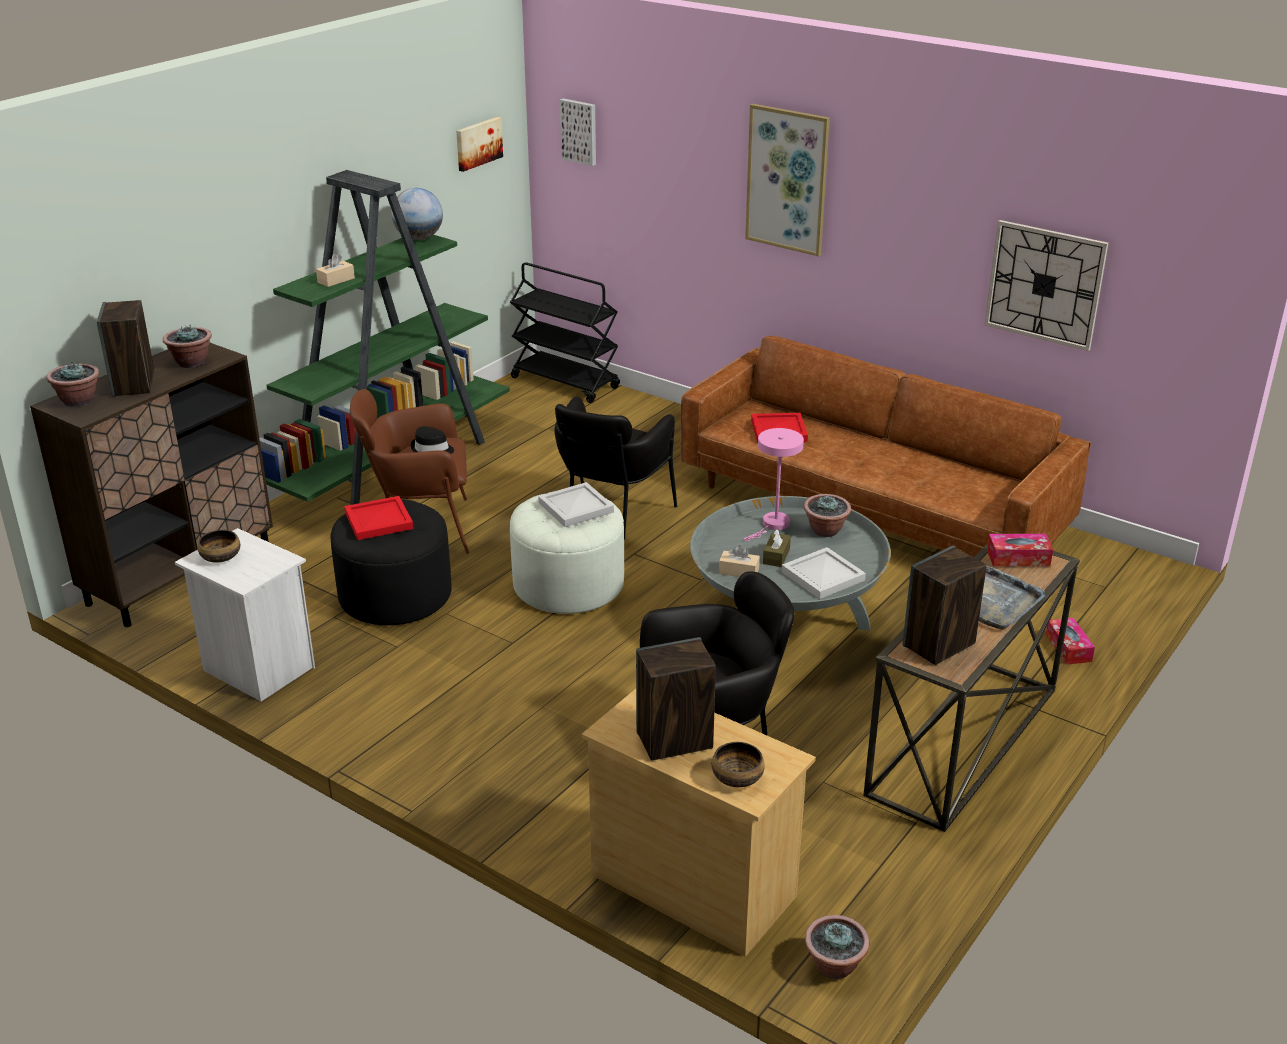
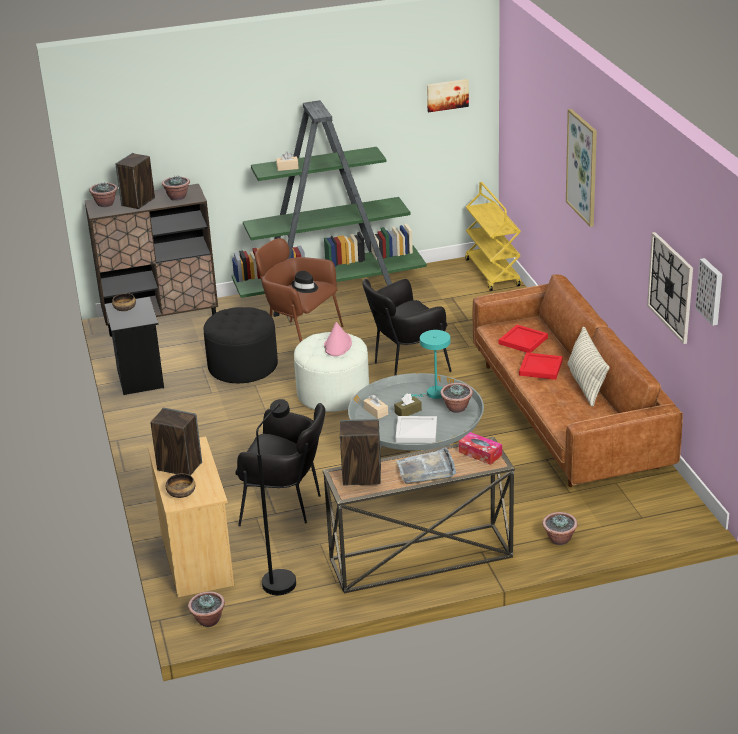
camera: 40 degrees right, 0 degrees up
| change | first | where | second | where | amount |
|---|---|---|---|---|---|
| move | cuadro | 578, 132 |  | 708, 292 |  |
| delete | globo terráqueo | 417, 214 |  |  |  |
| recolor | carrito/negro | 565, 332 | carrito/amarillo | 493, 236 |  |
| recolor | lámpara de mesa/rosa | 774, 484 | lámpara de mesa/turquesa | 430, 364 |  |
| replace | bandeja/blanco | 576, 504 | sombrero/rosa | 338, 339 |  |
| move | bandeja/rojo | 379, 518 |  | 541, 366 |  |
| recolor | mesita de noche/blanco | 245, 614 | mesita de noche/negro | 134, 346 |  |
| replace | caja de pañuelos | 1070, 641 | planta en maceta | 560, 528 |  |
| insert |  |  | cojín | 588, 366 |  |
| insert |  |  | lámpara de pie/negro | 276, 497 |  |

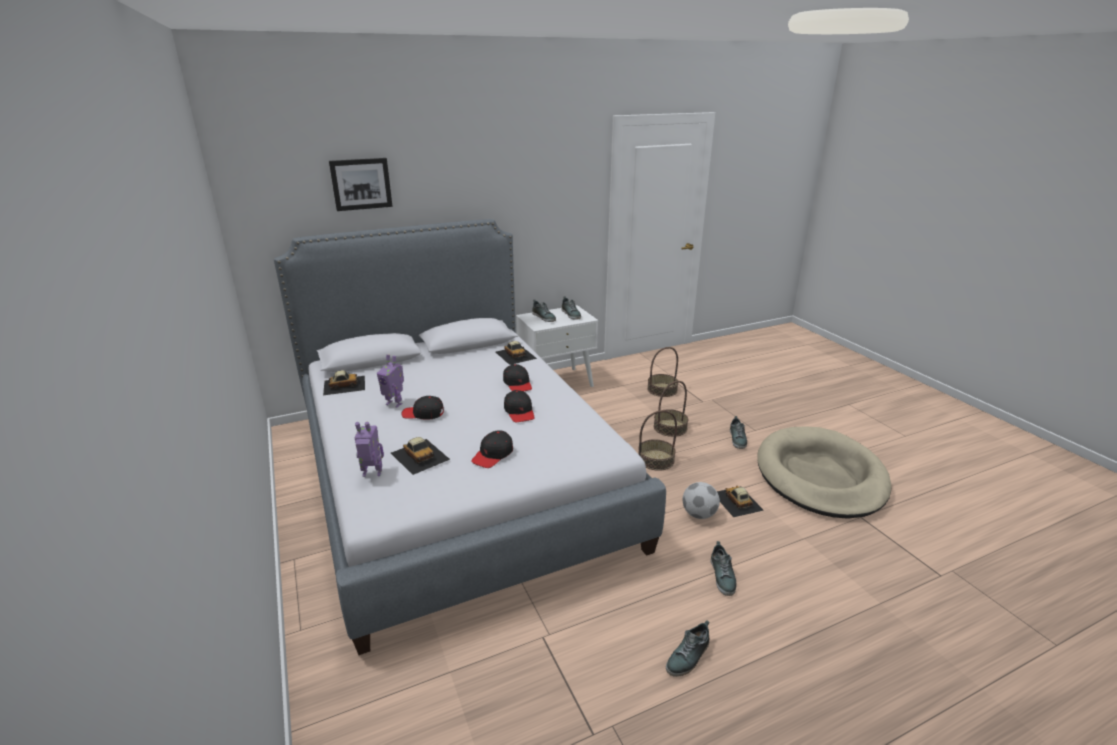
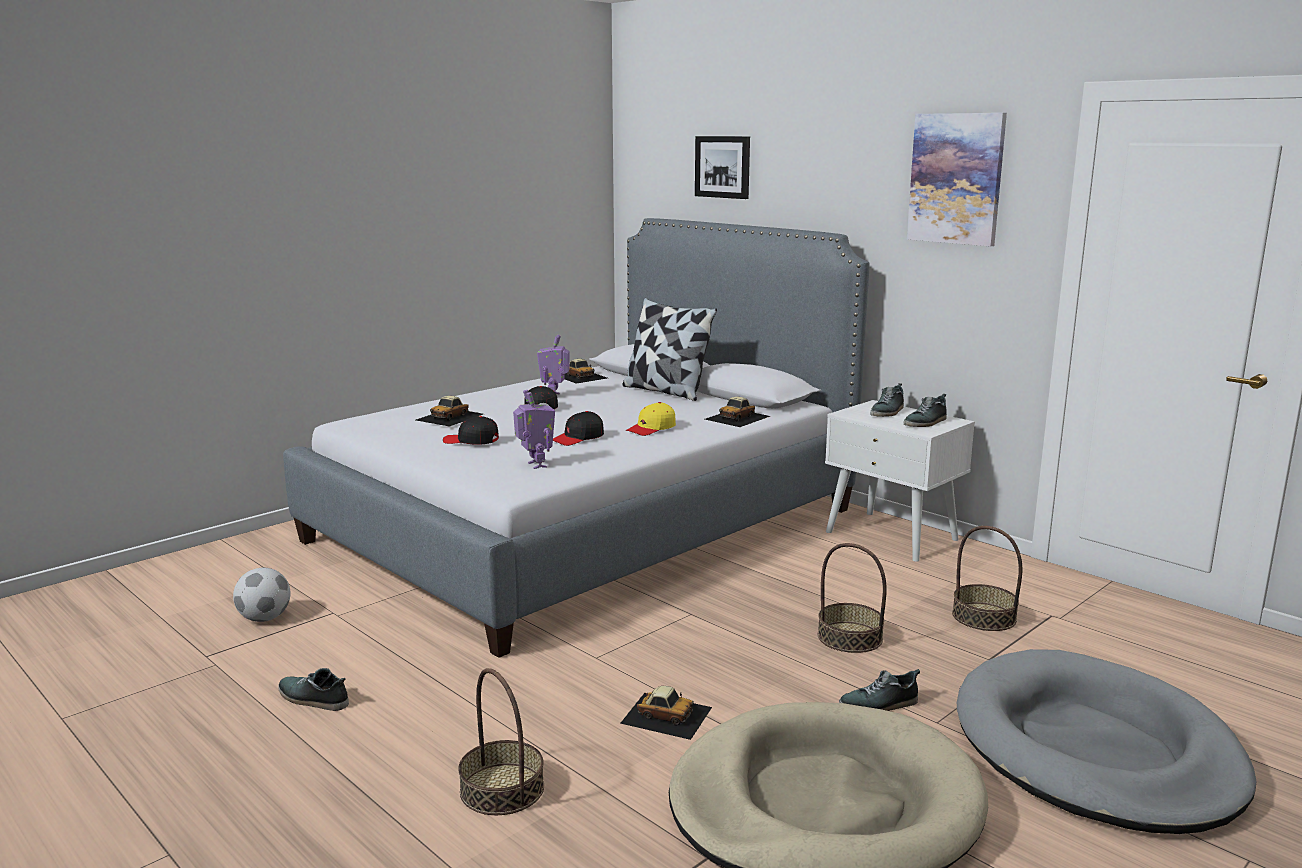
camera: 70 degrees right, 10 degrees down
| change | first | where | second | where | amount |
|---|---|---|---|---|---|
| recolor | gorra/negro | 517, 378 | gorra/amarillo | 651, 419 |  |
| move | cesta | 657, 440 |  | 501, 741 |  |
| move | robot de juguete | 369, 449 |  | 534, 429 |  |
| move | balón de fútbol | 701, 500 |  | 261, 595 |  |
| rotate | coche de juguete | 740, 501 |  | 666, 713 | 60 degrees clockwise |
| delete | zapato | 723, 568 |  |  |  |
| insert |  |  | cuadro | 957, 180 |  |
| insert |  |  | cojín | 669, 349 |  |
| insert |  |  | cama para perro/gris | 1106, 741 |  |

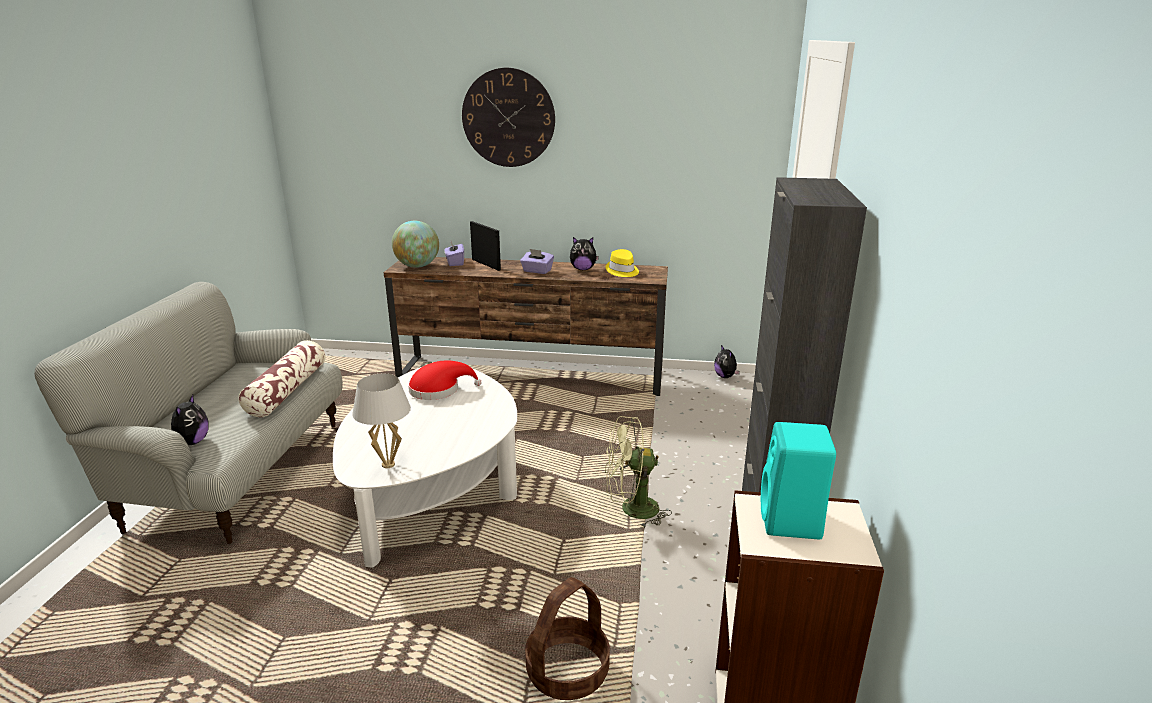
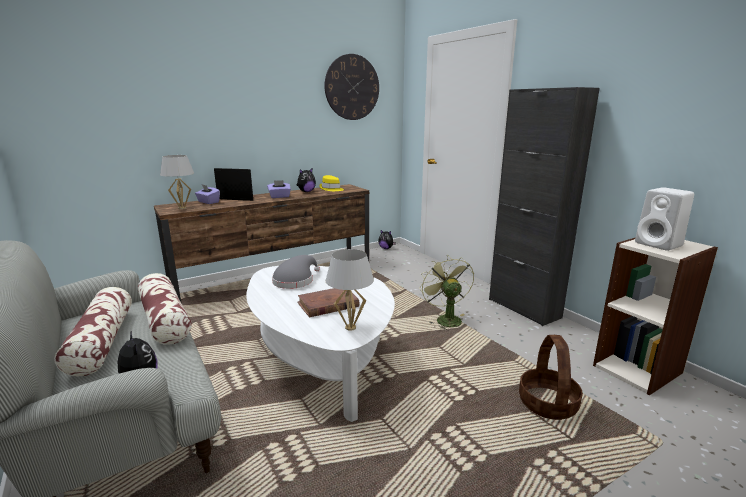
camera: 40 degrees left, 5 degrees down
| change | first | where | second | where | amount |
|---|---|---|---|---|---|
| move | reloj de pared | 508, 117 |  | 351, 87 |  |
| replace | globo terráqueo | 415, 244 | lámpara de mesa/blanco | 177, 182 |  |
| recolor | sombrero/rojo | 445, 380 | sombrero/gris | 296, 272 |  |
| rotate | ventilador/verde | 638, 472 |  | 447, 292 | 120 degrees clockwise |
| recolor | altavoz/turquesa | 798, 480 | altavoz/blanco | 664, 219 |  |
| insert |  |  | cojín | 93, 331 |  |
| insert |  |  | libro/marrón | 328, 303 |  |

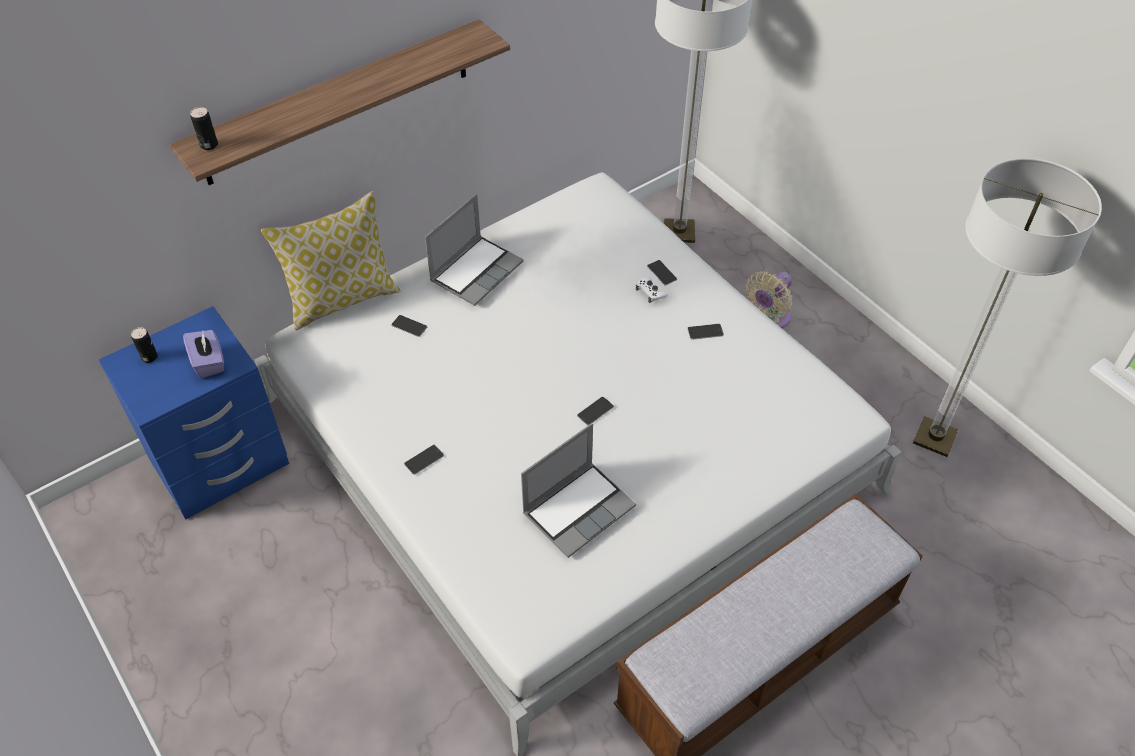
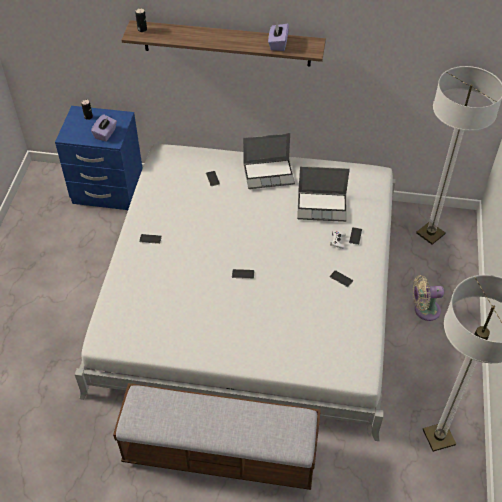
camera: 45 degrees right, 0 degrees up
| change | first | where | second | where | amount |
|---|---|---|---|---|---|
| delete | cojín | 331, 260 |  |  |  |
| move | portátil | 578, 490 |  | 323, 194 |  |
| insert |  |  | caja de pañuelos/morado | 278, 36 |  |

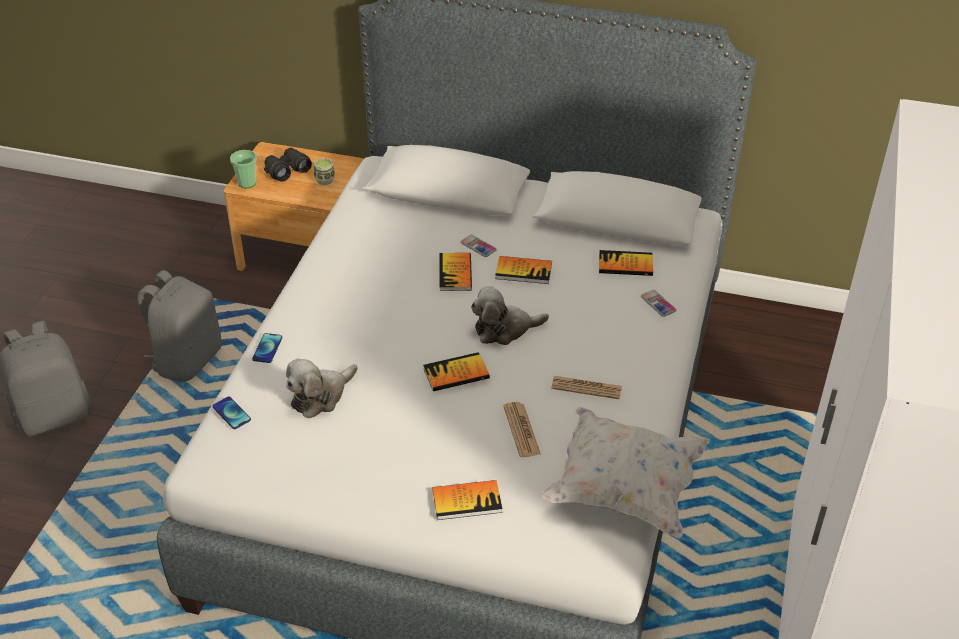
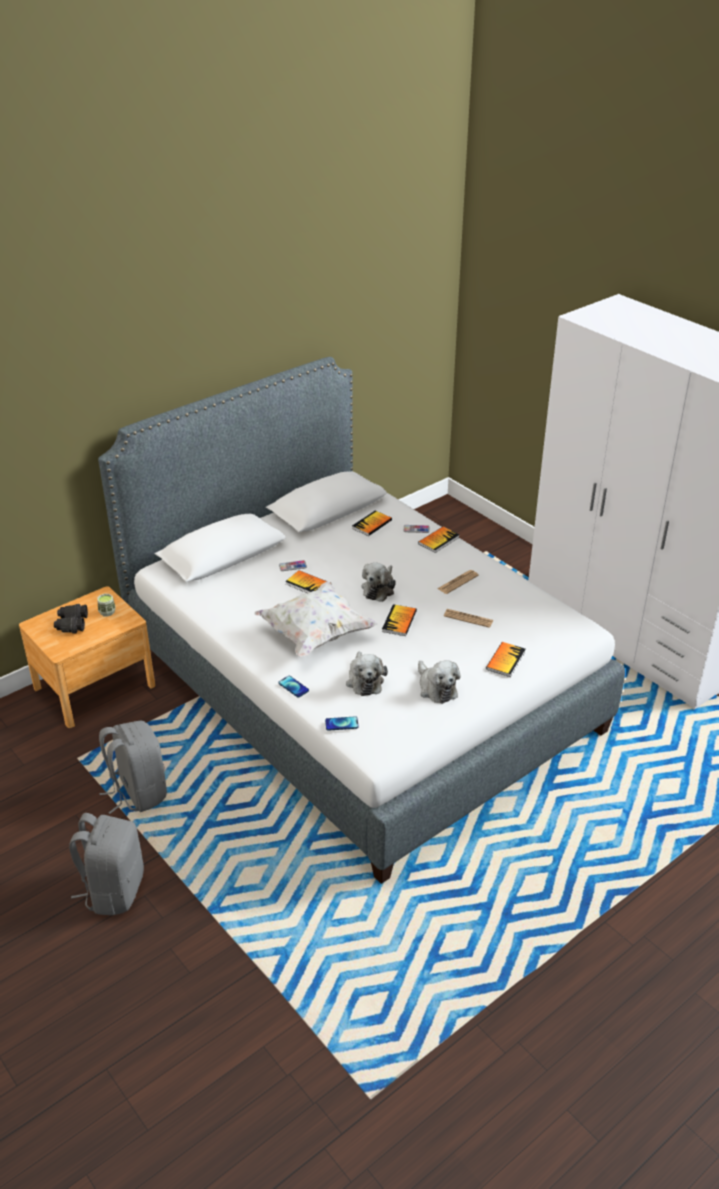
camera: 55 degrees left, 5 degrees down
| change | first | where | second | where | amount |
|---|---|---|---|---|---|
| delete | taza | 243, 169 |  |  |  |
| move | libro | 523, 270 |  | 438, 540 |  |
| move | cojín/blanco | 626, 472 |  | 315, 619 |  |
| insert |  |  | peluche | 439, 682 |  |

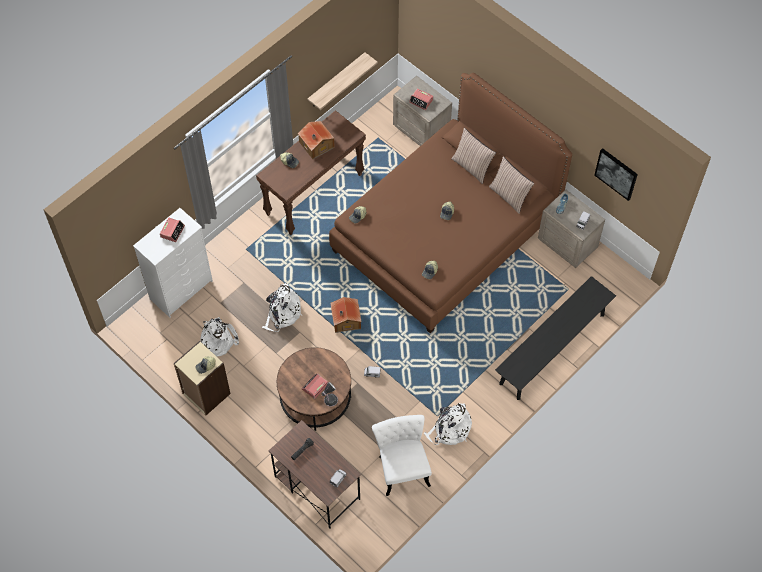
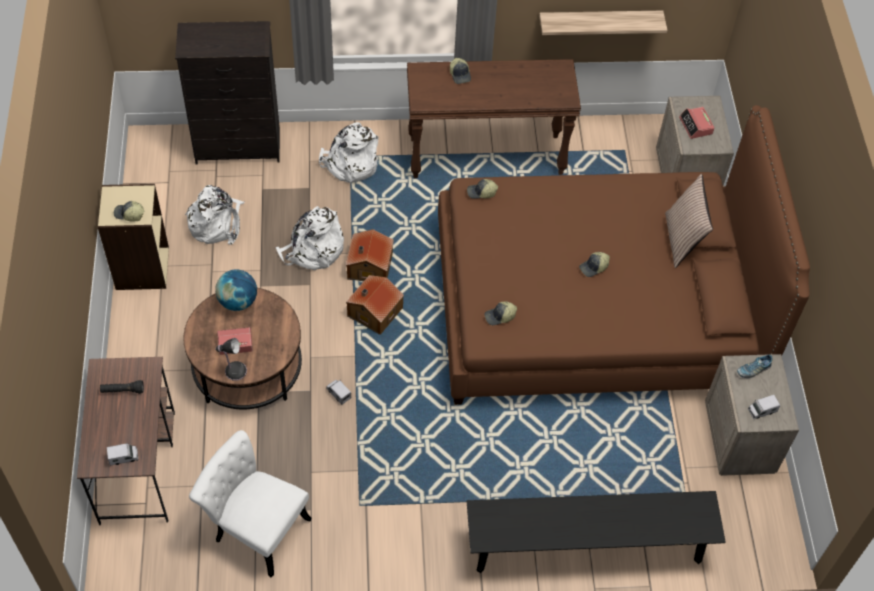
camera: 40 degrees right, 5 degrees down
| change | first | where | second | where | amount |
|---|---|---|---|---|---|
| move | casita | 316, 140 |  | 370, 255 |  |
| delete | cuadro | 616, 174 |  |  |  |
| delete | cojín | 511, 185 |  |  |  |
| recolor | cómoda/blanco | 173, 263 | cómoda/negro | 227, 92 |  |
| delete | despertador | 172, 230 |  |  |  |
| move | mochila/blanco | 448, 424 |  | 348, 152 |  |
| rotate | silla/blanco | 402, 455 |  | 250, 504 | 90 degrees counterclockwise |
| insert |  |  | globo terráqueo | 236, 290 |  |

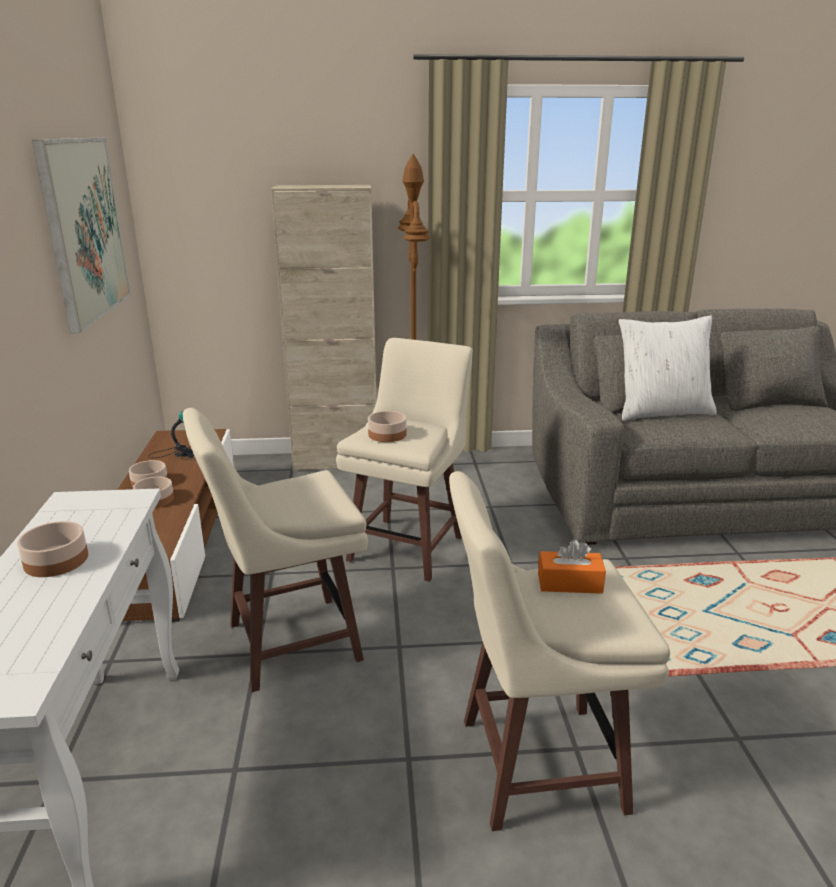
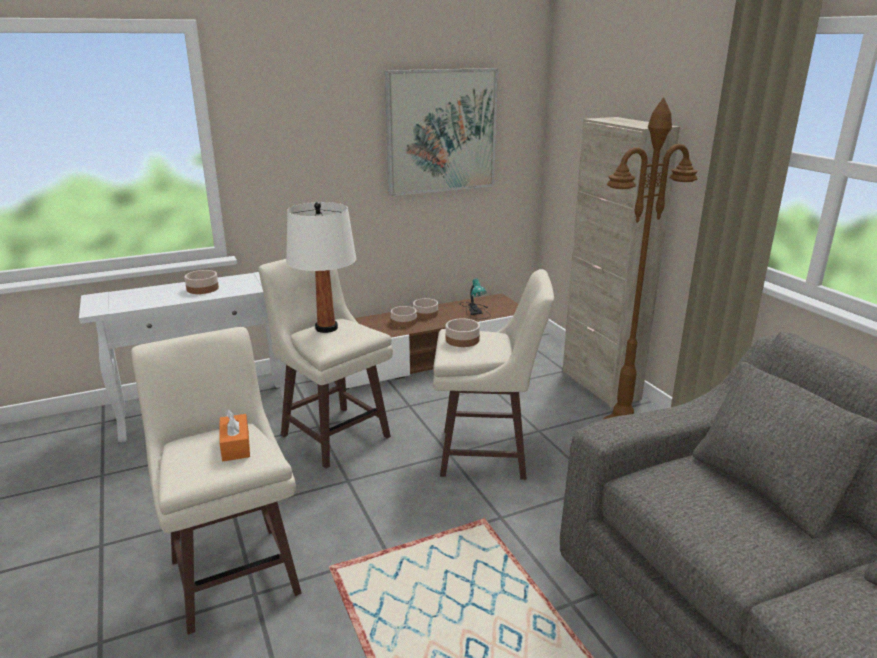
camera: 70 degrees right, 0 degrees up
| change | first | where | second | where | amount |
|---|---|---|---|---|---|
| delete | cojín/blanco | 668, 368 |  |  |  |
| insert |  |  | lámpara de mesa/blanco | 321, 267 |  |

